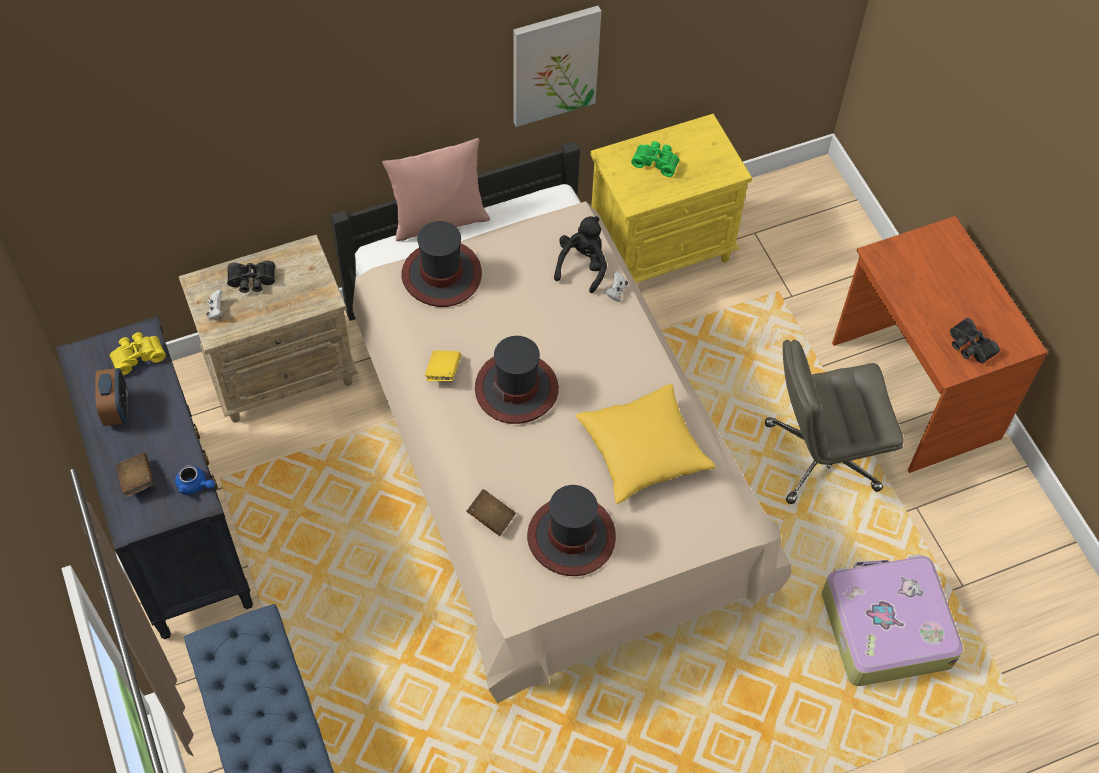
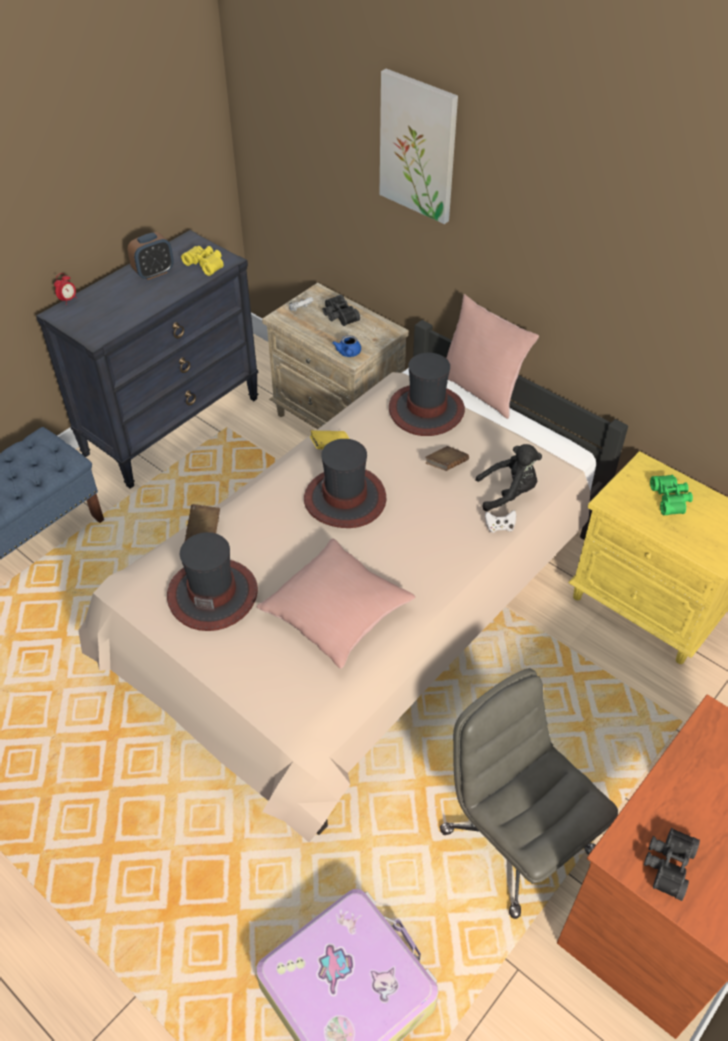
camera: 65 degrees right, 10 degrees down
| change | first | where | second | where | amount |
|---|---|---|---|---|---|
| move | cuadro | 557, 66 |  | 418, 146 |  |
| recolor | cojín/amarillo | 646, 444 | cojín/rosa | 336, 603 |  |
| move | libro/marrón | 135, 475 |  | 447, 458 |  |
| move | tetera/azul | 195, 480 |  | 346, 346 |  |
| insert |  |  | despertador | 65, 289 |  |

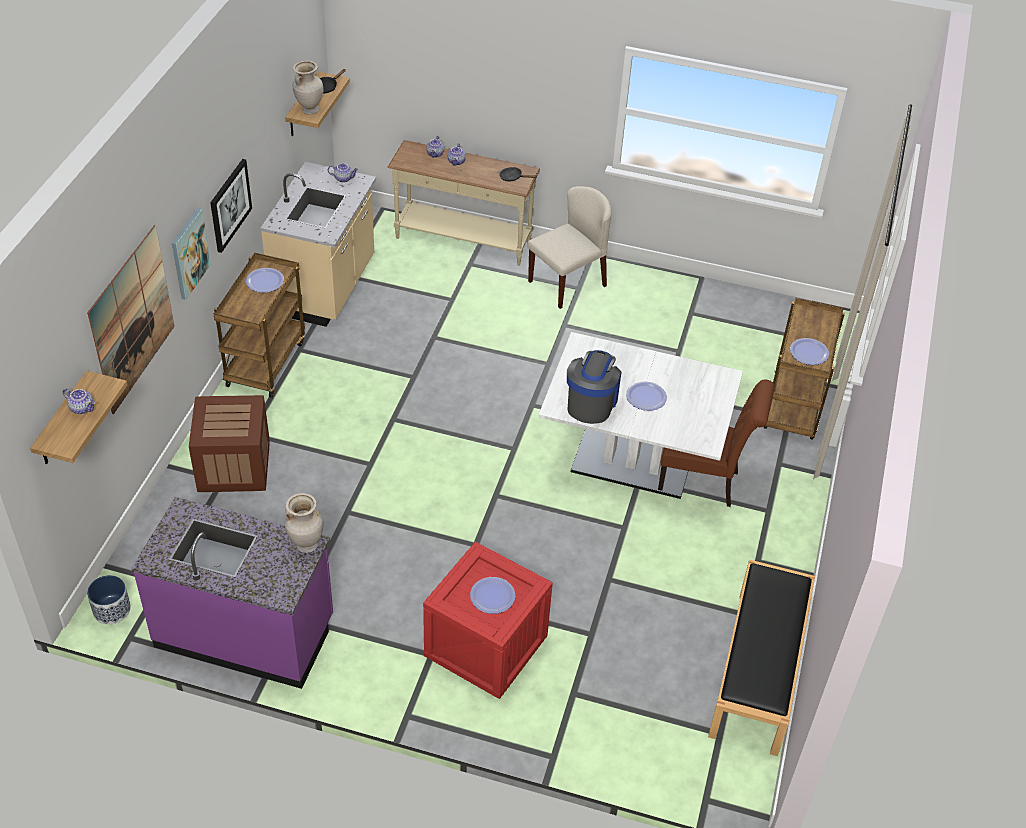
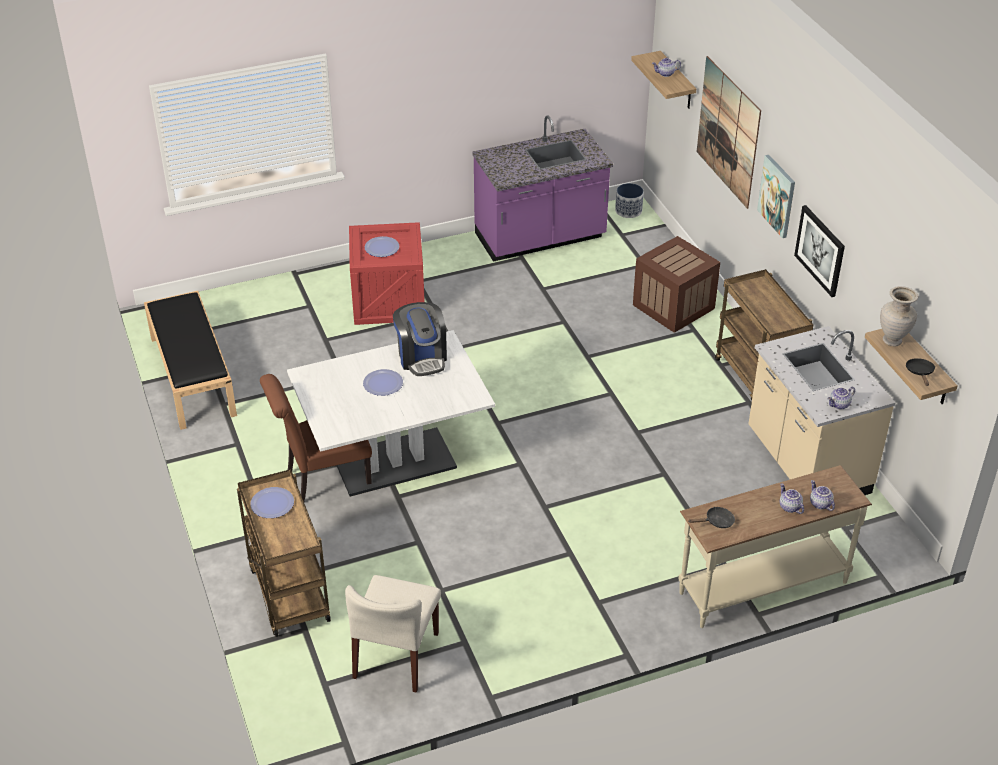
camera: 145 degrees right, 5 degrees down
| change | first | where | second | where | amount |
|---|---|---|---|---|---|
| move | silla/beis | 569, 247 |  | 393, 634 |  |
| delete | plato | 265, 280 |  |  |  |
| delete | florero/beis | 304, 523 |  |  |  |

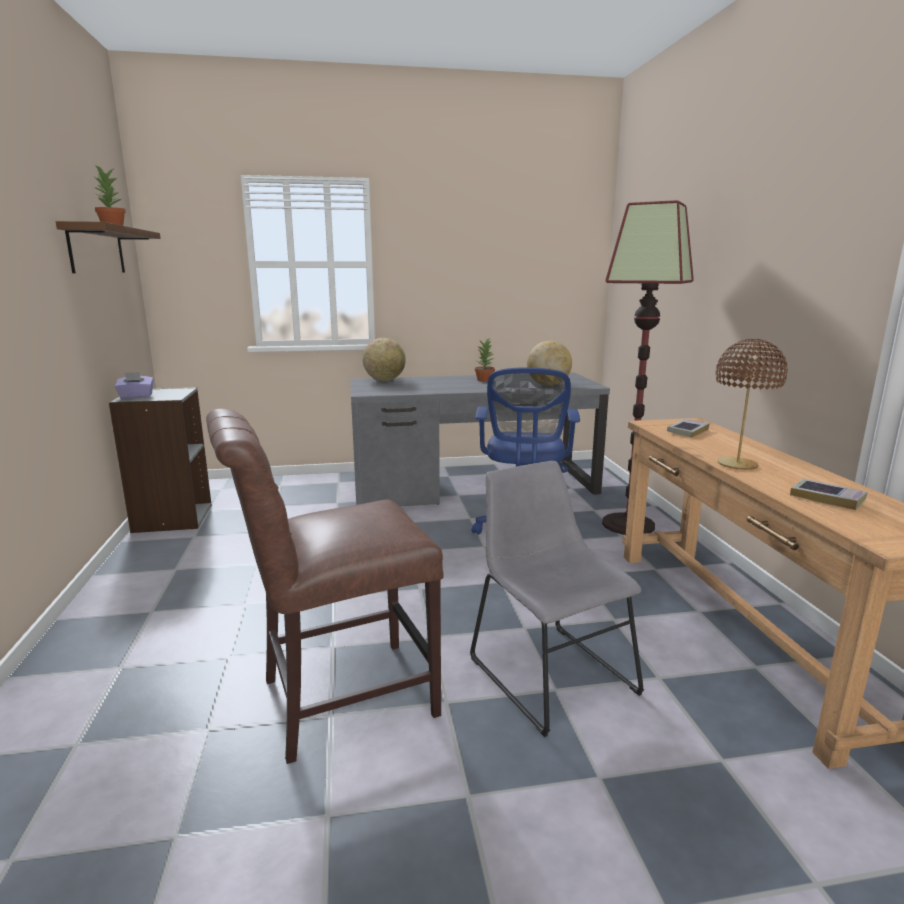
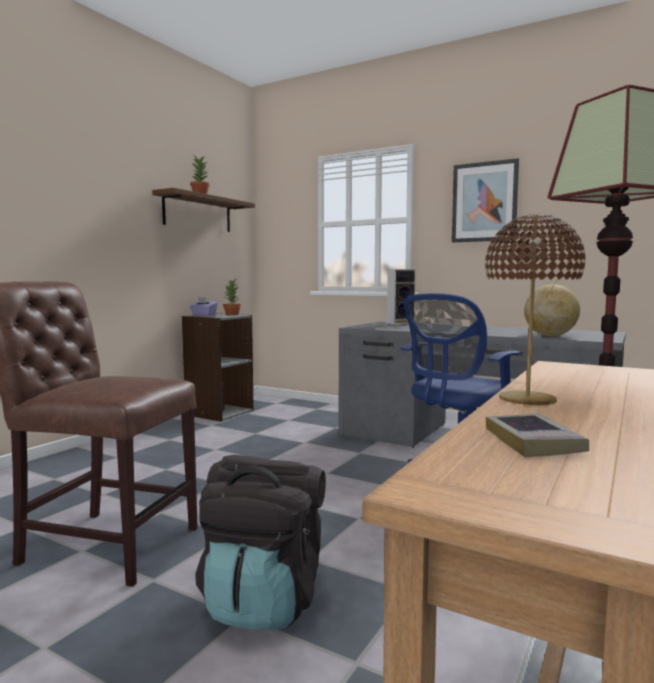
camera: 40 degrees right, 10 degrees down
| change | first | where | second | where | amount |
|---|---|---|---|---|---|
| replace | globo terráqueo | 384, 359 | altavoz | 401, 297 |  |
| move | planta en maceta | 485, 360 |  | 232, 297 |  |
| delete | libro | 688, 428 |  |  |  |
| replace | silla/gris | 557, 599 | mochila/negro | 260, 542 |  |
| insert |  |  | cuadro | 485, 200 |  |

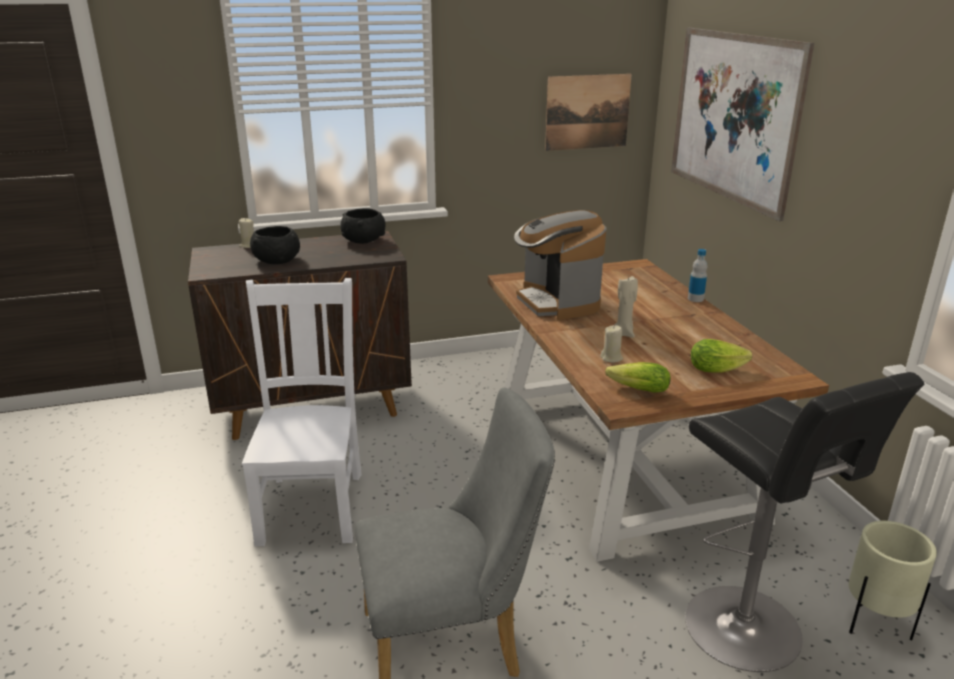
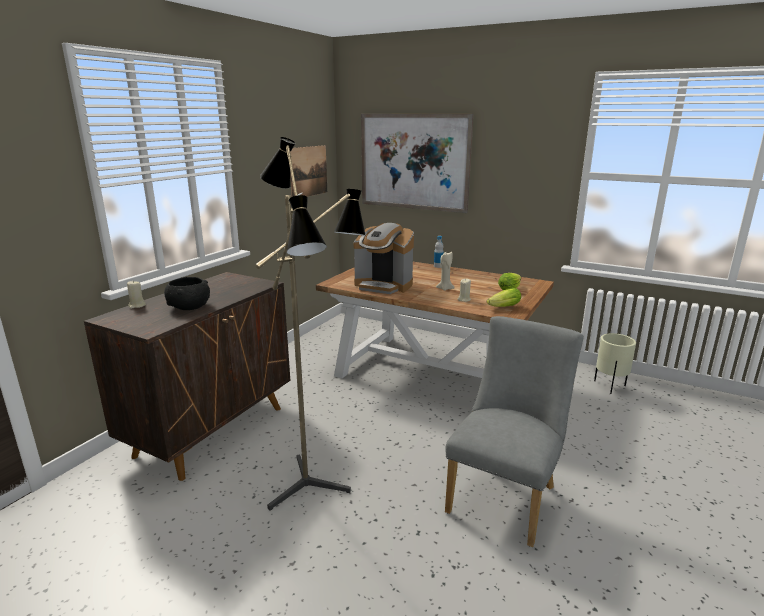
camera: 45 degrees left, 5 degrees down
| change | first | where | second | where | amount |
|---|---|---|---|---|---|
| delete | cuenco/negro | 362, 226 |  |  |  |
| replace | silla/blanco | 302, 412 | lámpara de pie | 310, 324 |  |
| delete | taburete/negro | 804, 522 |  |  |  |

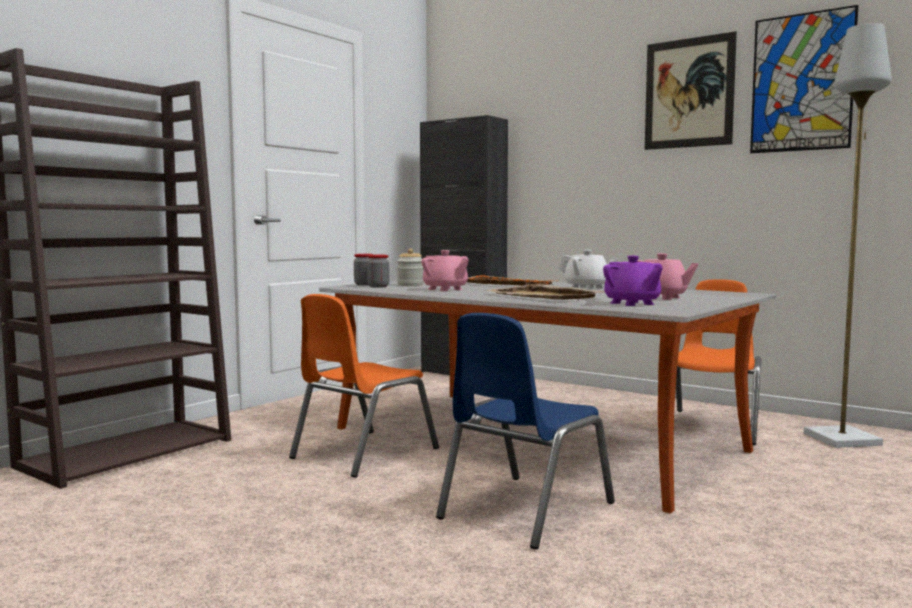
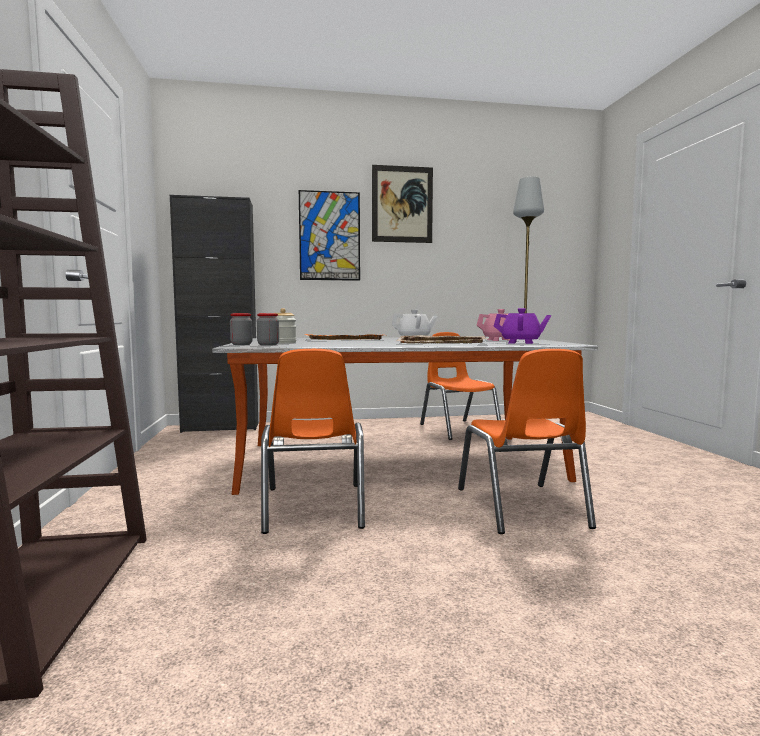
camera: 45 degrees left, 0 degrees up
| change | first | where | second | where | amount |
|---|---|---|---|---|---|
| move | cuadro | 804, 79 |  | 329, 235 |  |
| delete | tetera/rosa | 445, 270 |  |  |  |
| recolor | silla/azul | 525, 431 | silla/naranja | 527, 441 |  |

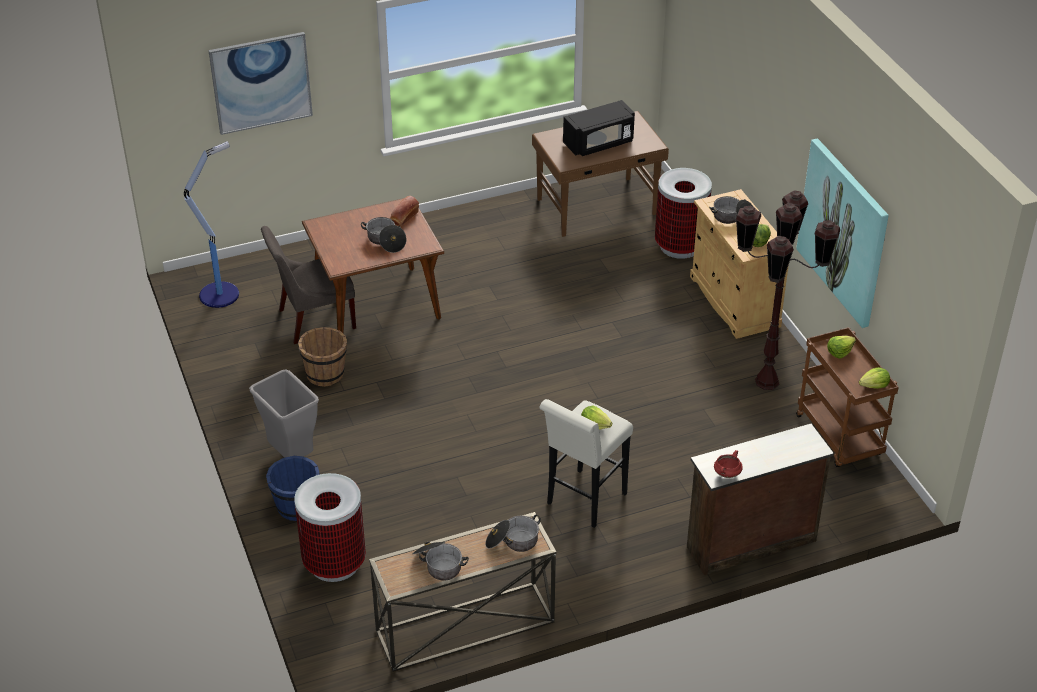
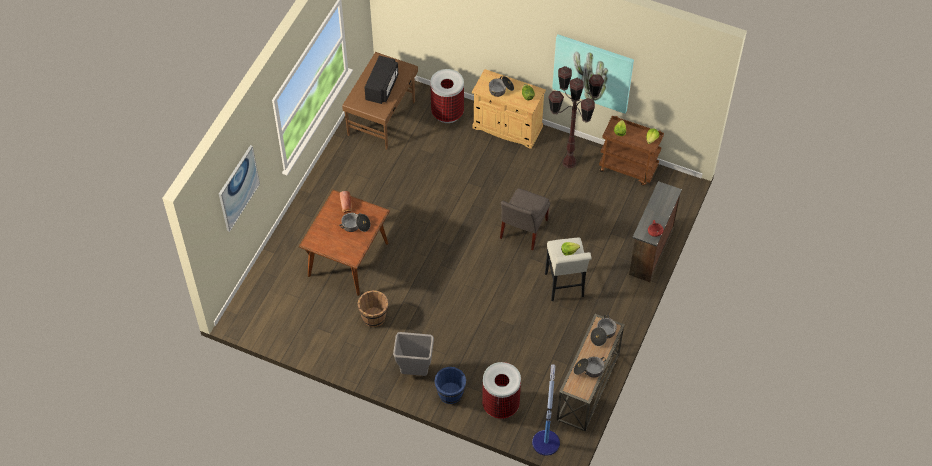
camera: 45 degrees left, 15 degrees up
| change | first | where | second | where | amount |
|---|---|---|---|---|---|
| move | lámpara de pie | 211, 224 |  | 546, 410 |  |
| move | silla/gris | 308, 285 |  | 525, 219 |  |

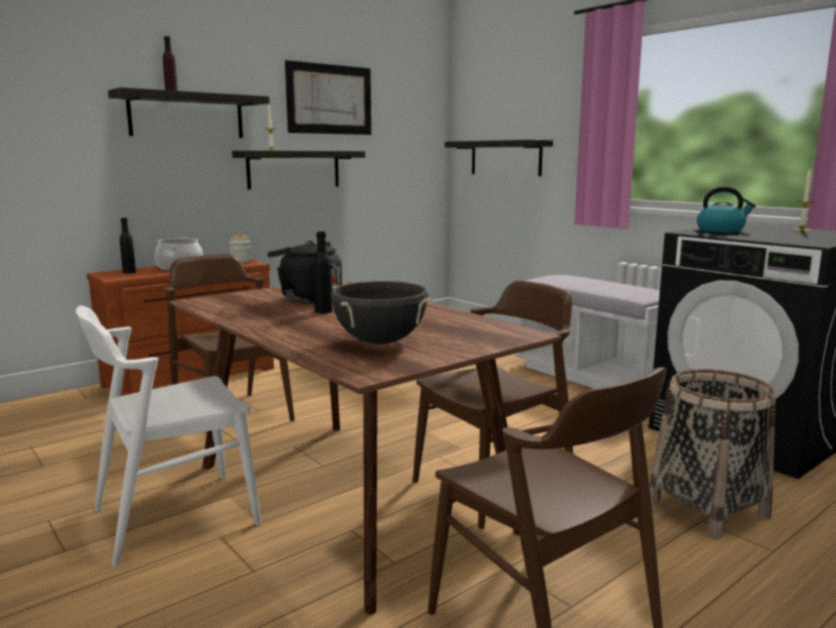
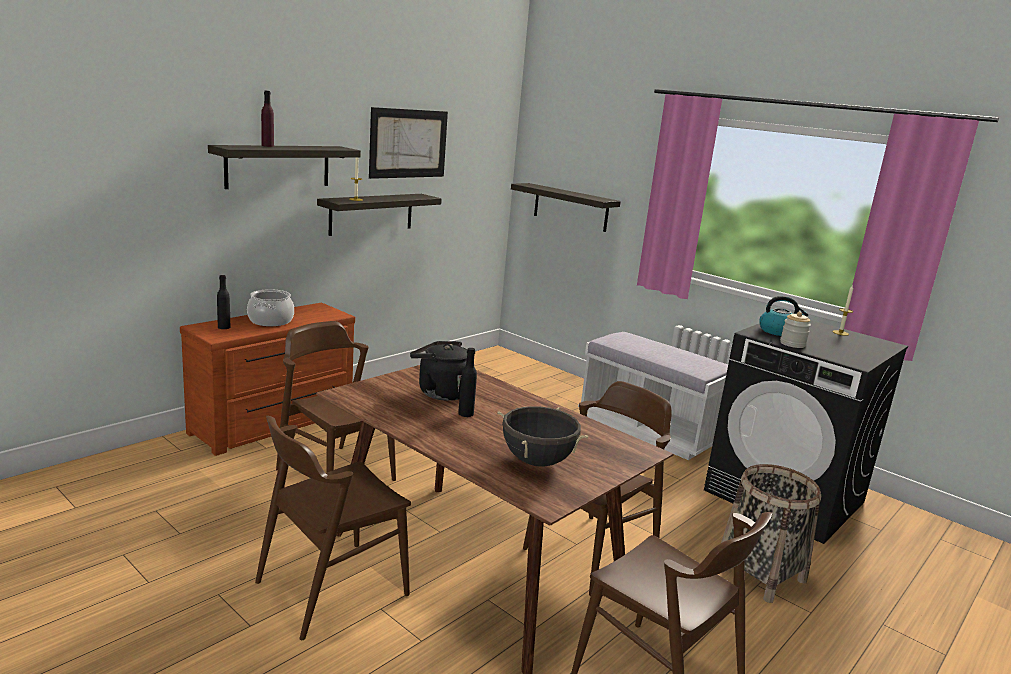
camera: 10 degrees left, 5 degrees up
| change | first | where | second | where | amount |
|---|---|---|---|---|---|
| move | tarro | 240, 247 |  | 795, 330 |  |
| recolor | silla/blanco | 168, 436 | silla/marrón | 333, 528 |  |

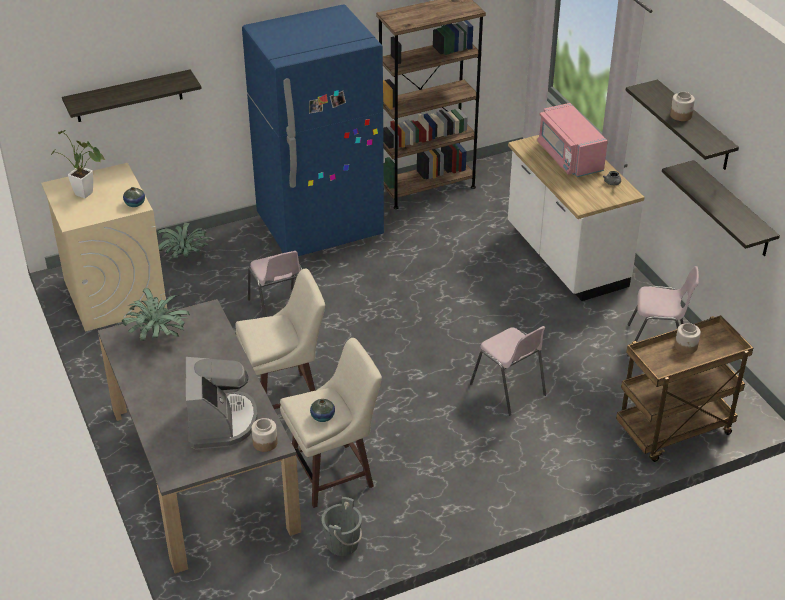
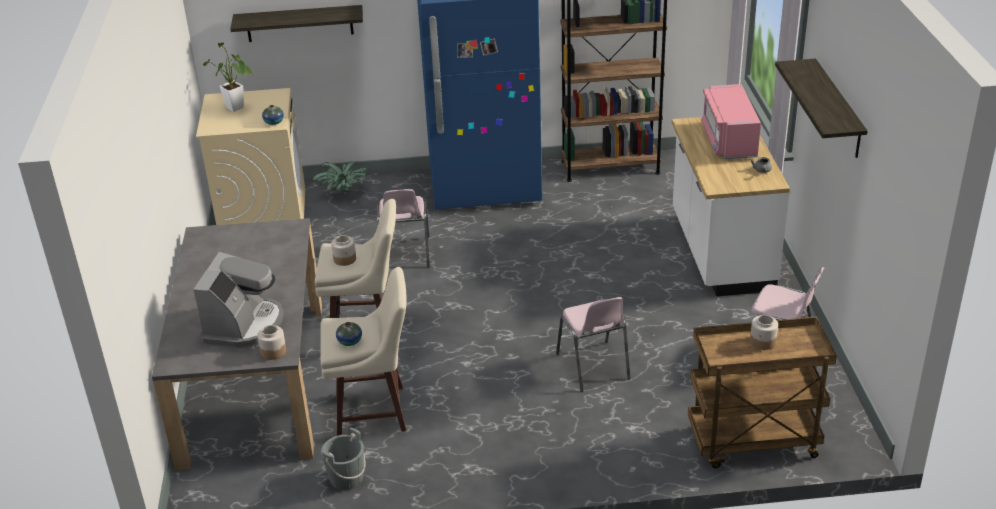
camera: 20 degrees right, 5 degrees down
| change | first | where | second | where | amount |
|---|---|---|---|---|---|
| move | tarro | 682, 106 |  | 343, 250 |  |
| delete | estante | 721, 208 |  |  |  |
| delete | planta en maceta | 156, 314 |  |  |  |

